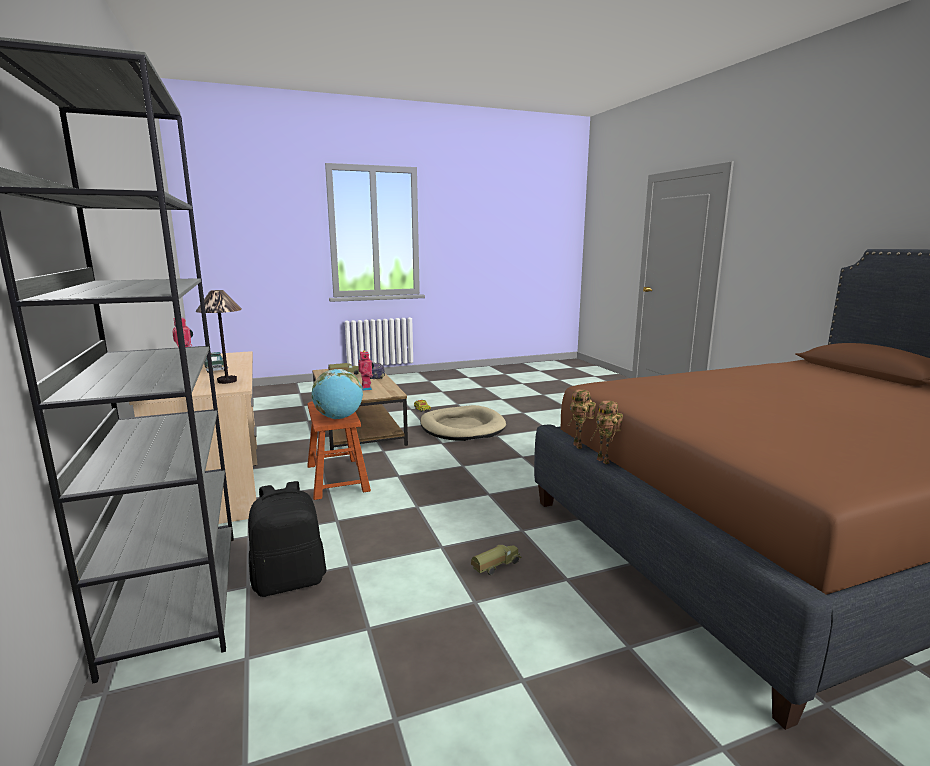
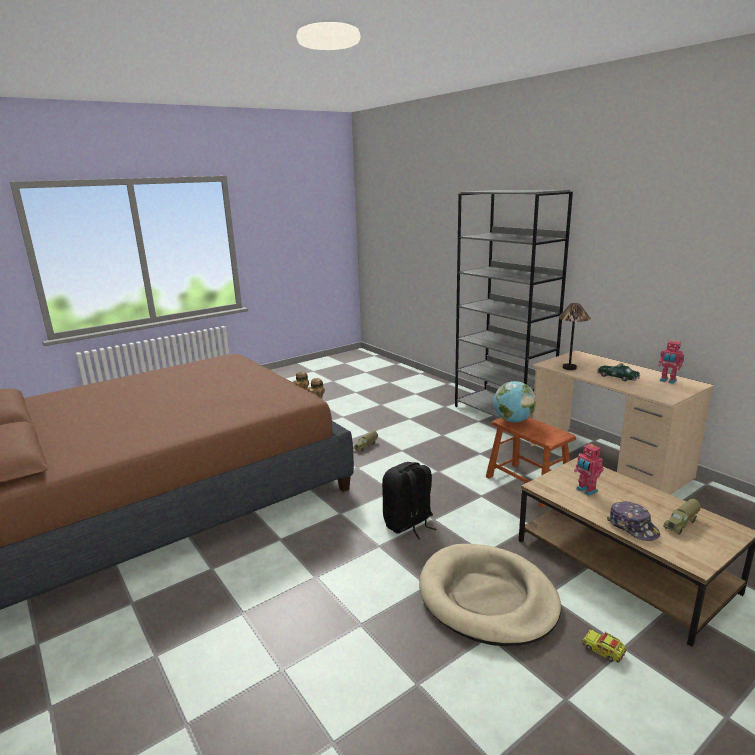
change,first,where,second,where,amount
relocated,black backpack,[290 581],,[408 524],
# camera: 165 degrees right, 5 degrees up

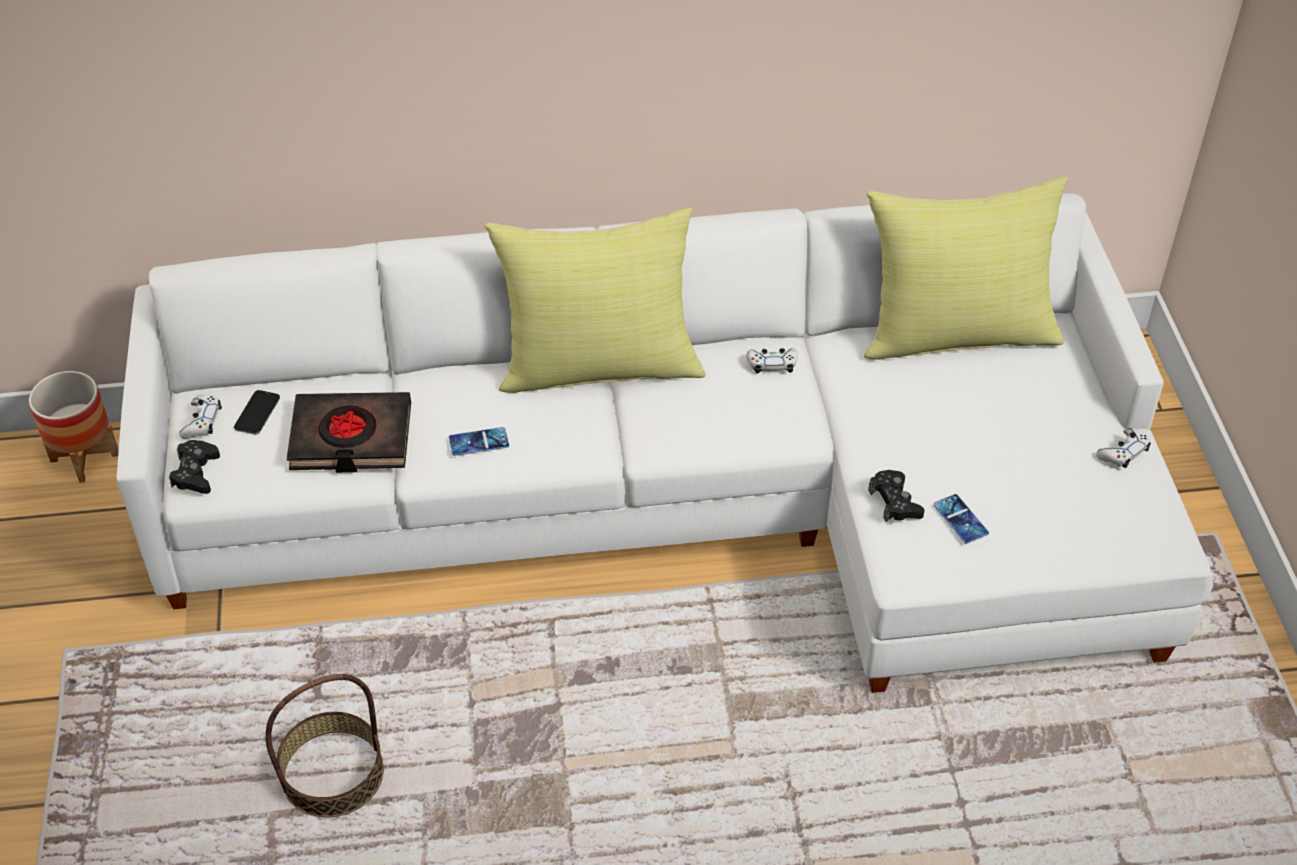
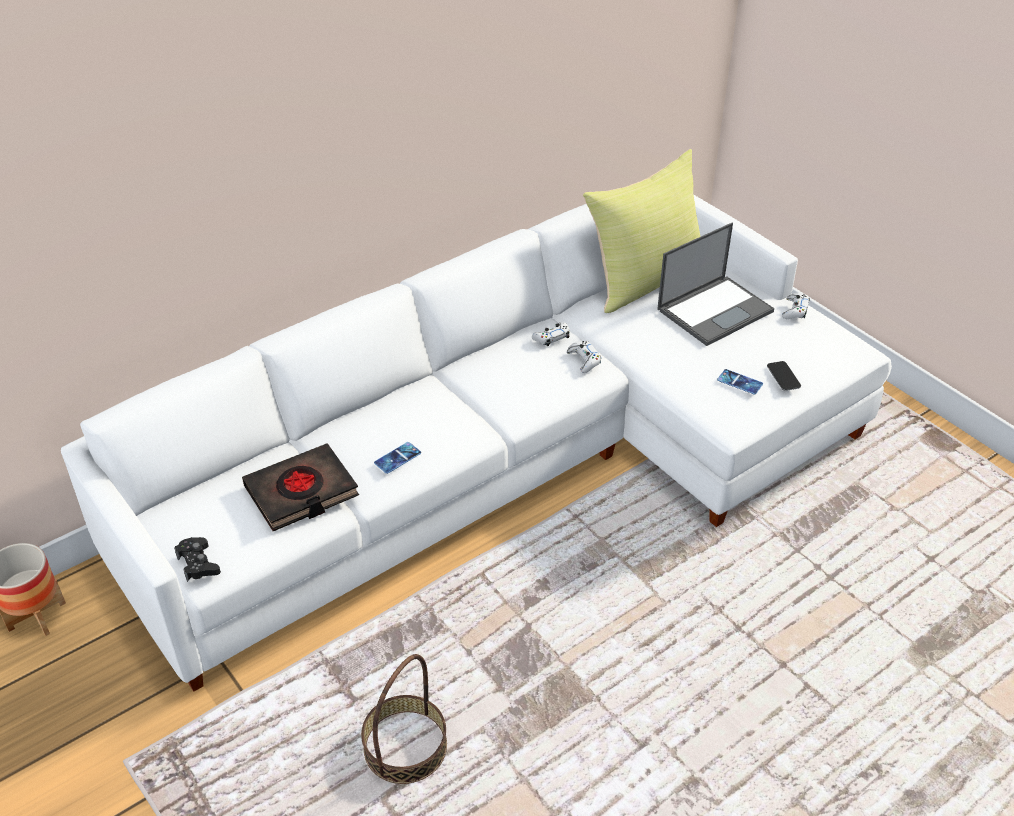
change,first,where,second,where,amount
relocated,white game controller,[202 421],,[584 360],
appeared,,,laptop,[715 310],
relocated,phone,[257 413],,[783 377],
missing,yellow pillow,[600 365],,,
missing,black game controller,[895 502],,,
# camera: 30 degrees left, 5 degrees down

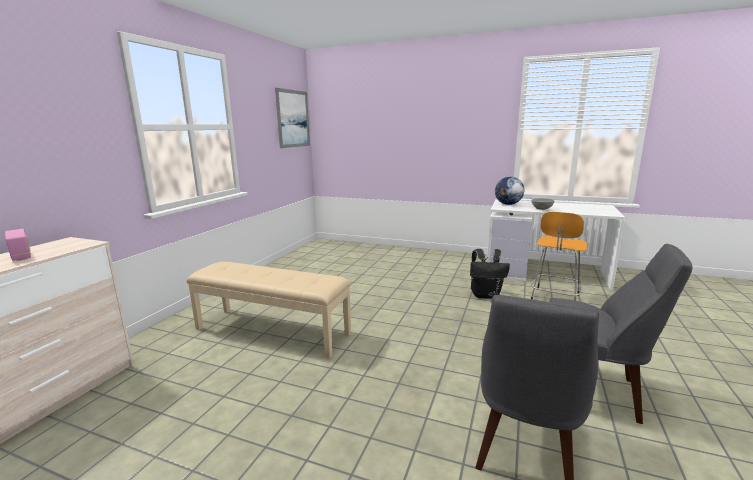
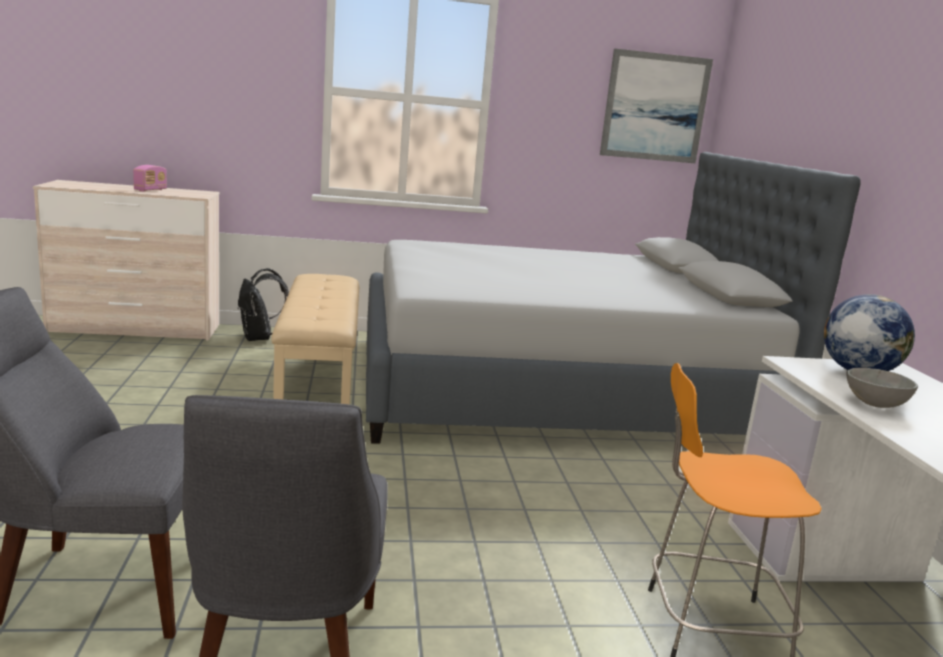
change,first,where,second,where,amount
relocated,black backpack,[485 295],,[259 338],
appeared,,,grey bed,[554 389],
# camera: 60 degrees right, 0 degrees up

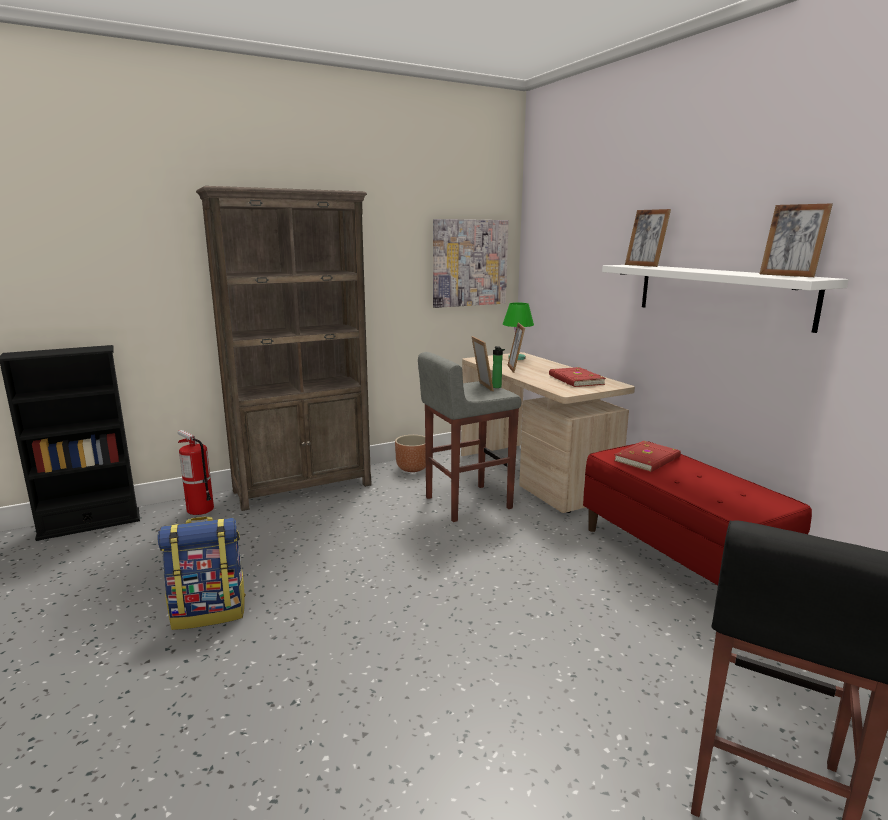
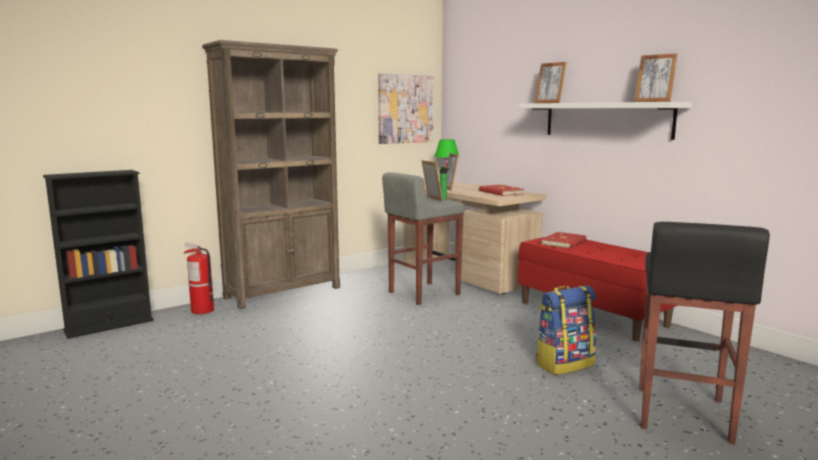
change,first,where,second,where,amount
relocated,backpack,[210 612],,[564 364],
missing,brown planter,[412 468],,,
# camera: 10 degrees left, 5 degrees down

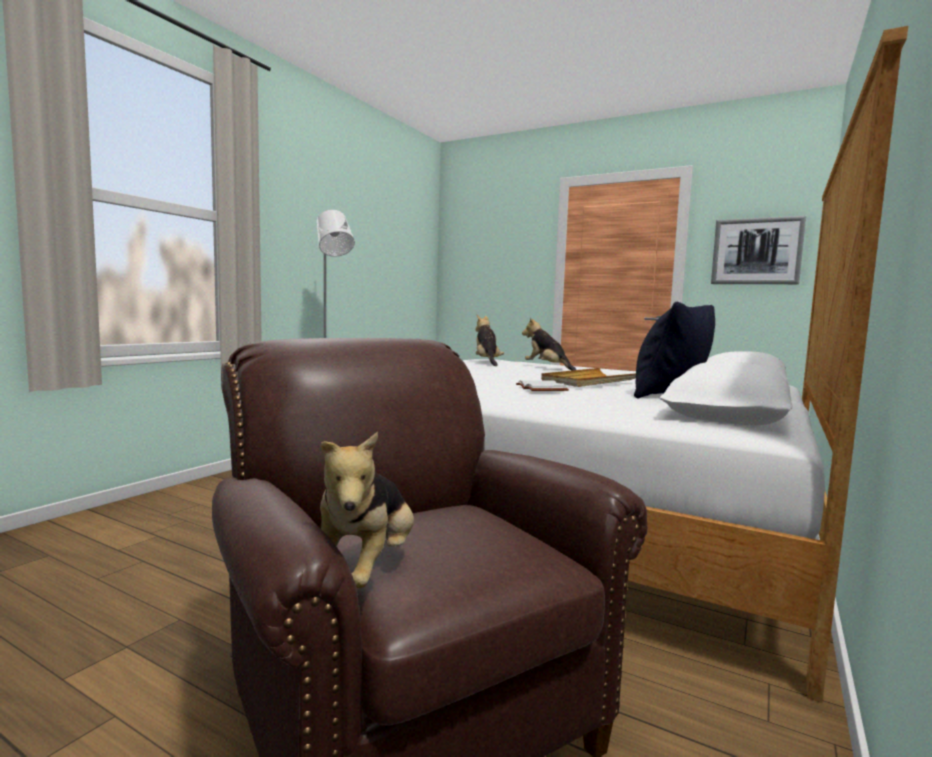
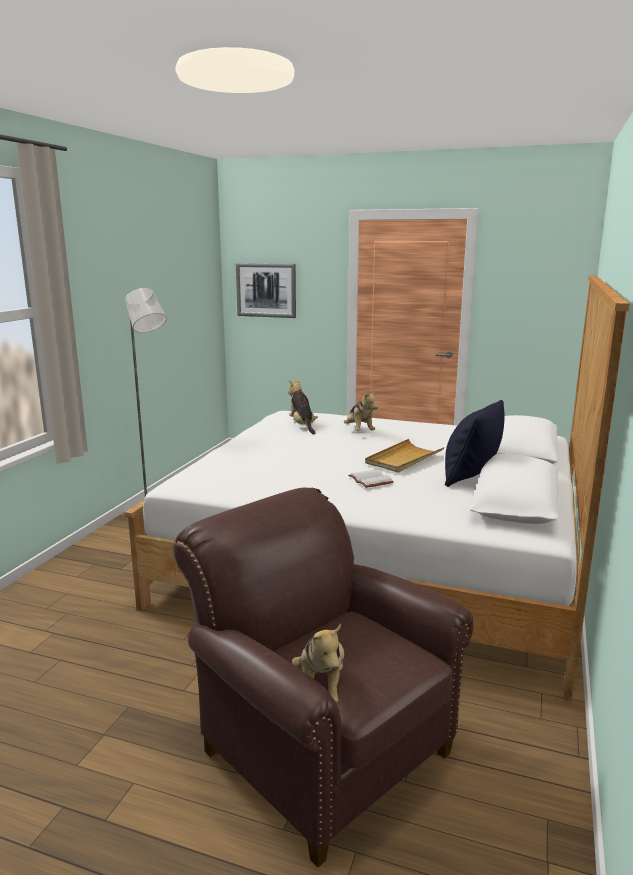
change,first,where,second,where,amount
relocated,picture,[756 251],,[266 290],
spun,plush toy,[547 368],,[359 431],150 degrees counterclockwise
# camera: 10 degrees left, 10 degrees up

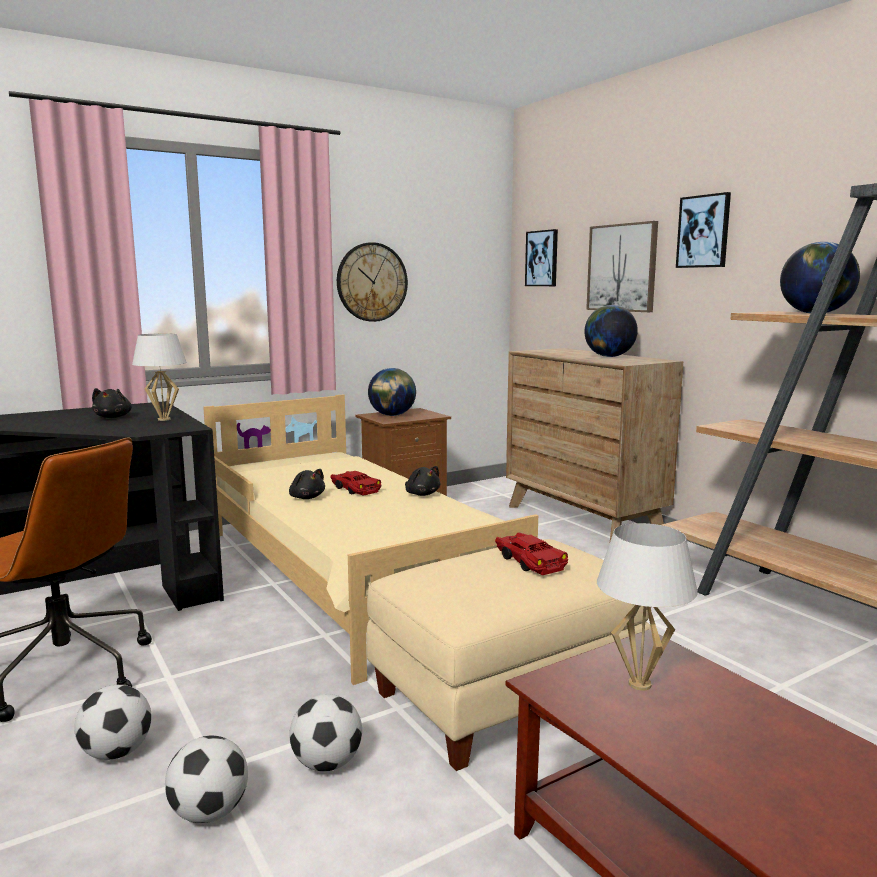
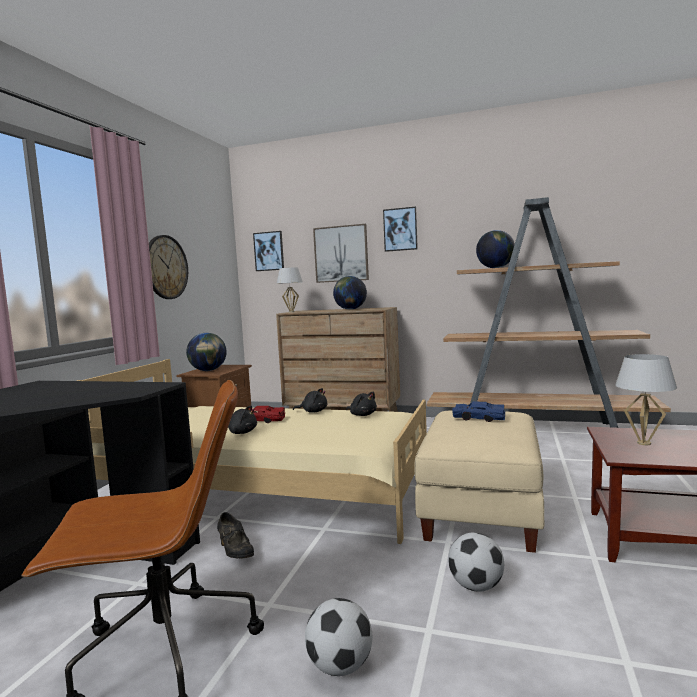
change,first,where,second,where,amount
appeared,,,black shoe,[235 552],
relocated,white table lamp,[164 419],,[291 312],
relocated,black plush toy,[113 417],,[362 415],
colour,red toy car,[529 562],blue toy car,[479 418],
missing,football,[209 812],,,
# camera: 40 degrees left, 5 degrees down

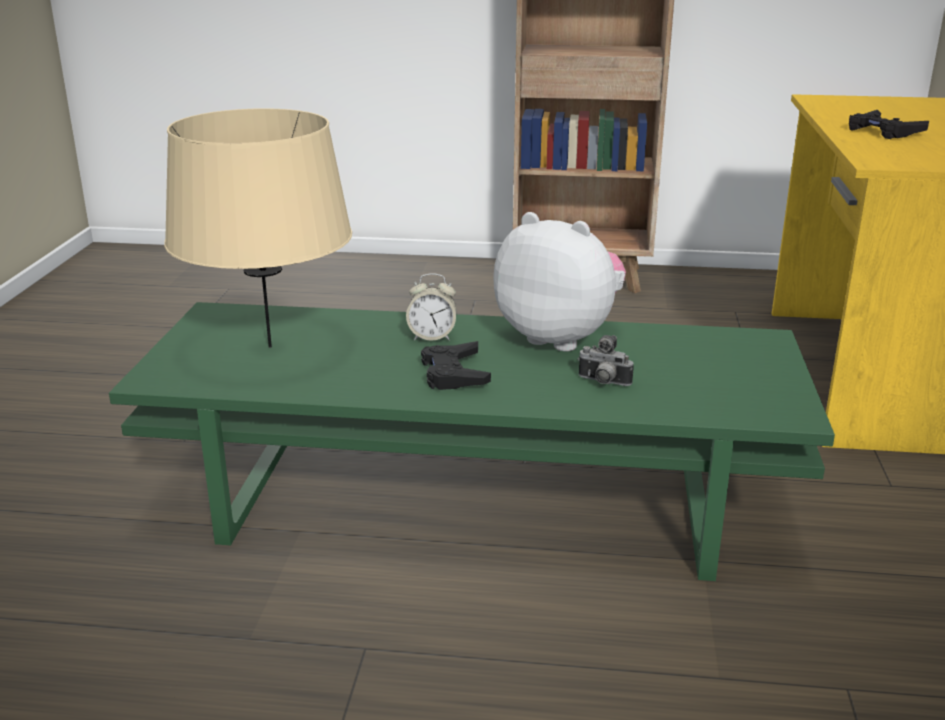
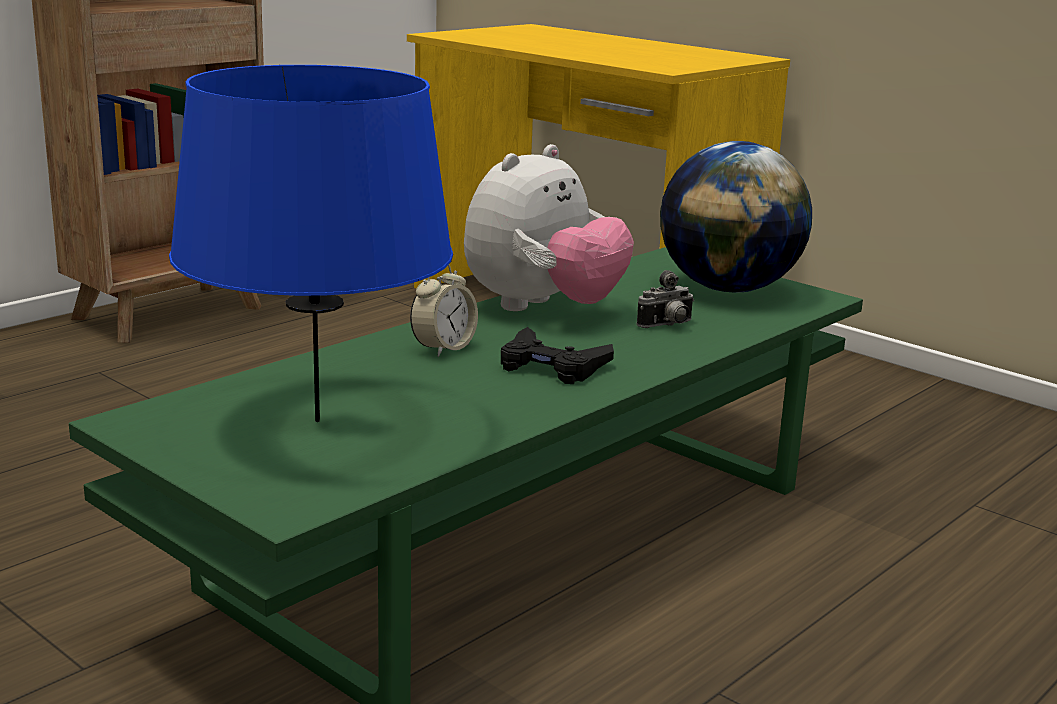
change,first,where,second,where,amount
colour,beige table lamp,[270 346],blue table lamp,[316 421],
spun,plush toy,[560 337],,[543 308],150 degrees clockwise
appeared,,,globe,[729 289],
missing,black game controller,[883 131],,,
# camera: 55 degrees left, 5 degrees down

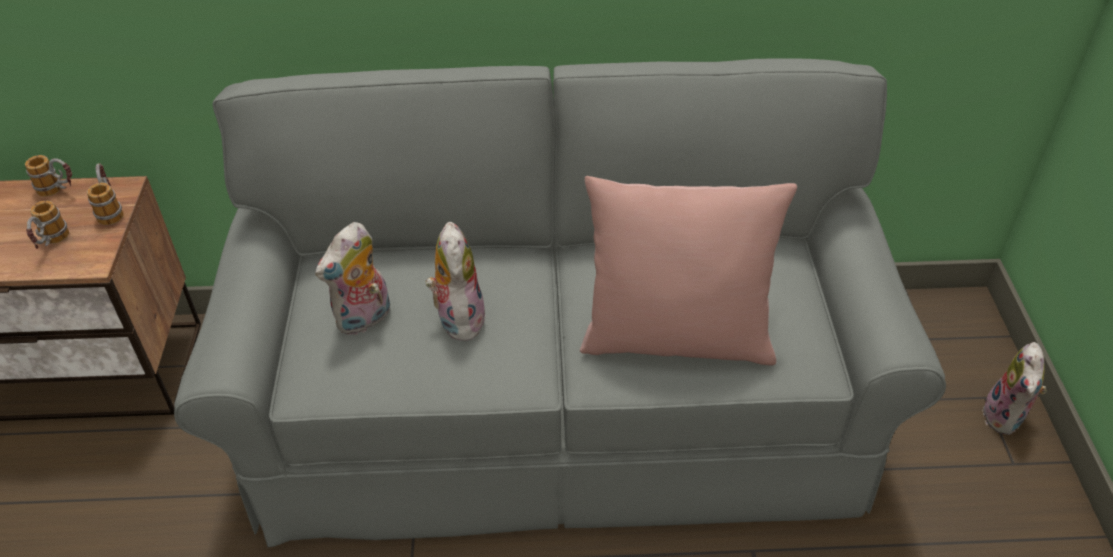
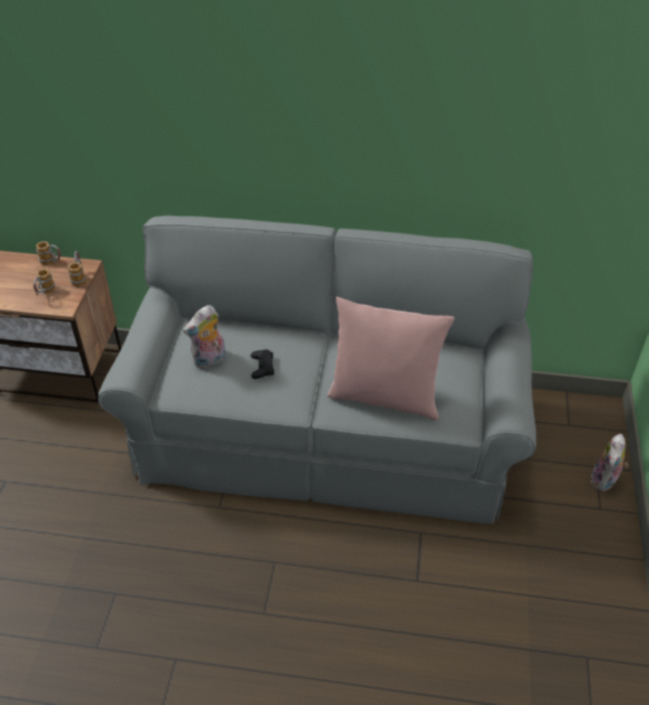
change,first,where,second,where,amount
exchanged,plush toy,[458 317],black game controller,[262 367],
# camera: 10 degrees right, 0 degrees up

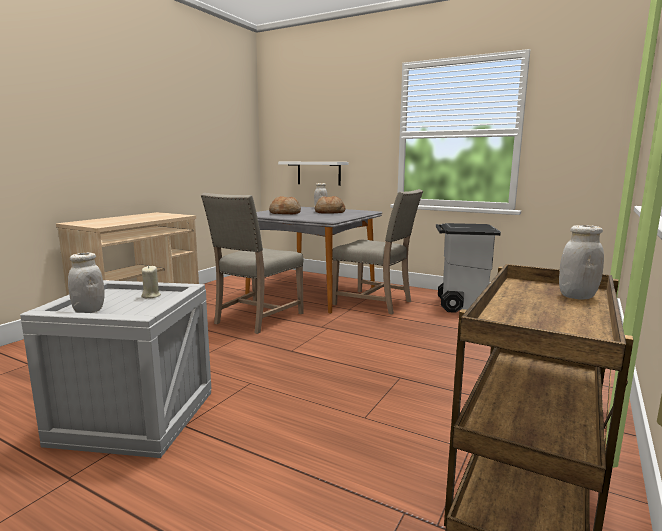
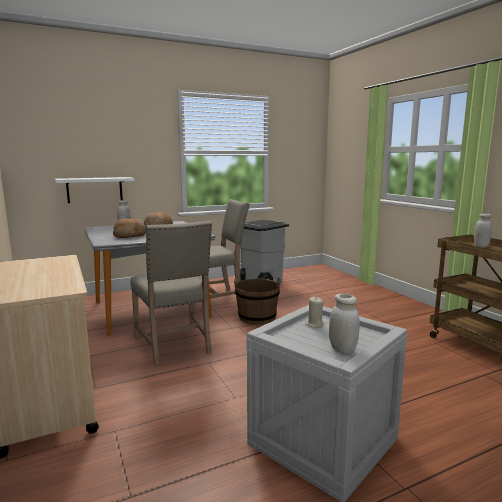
change,first,where,second,where,amount
appeared,,,brown bucket,[257 317],
# camera: 55 degrees left, 0 degrees up

